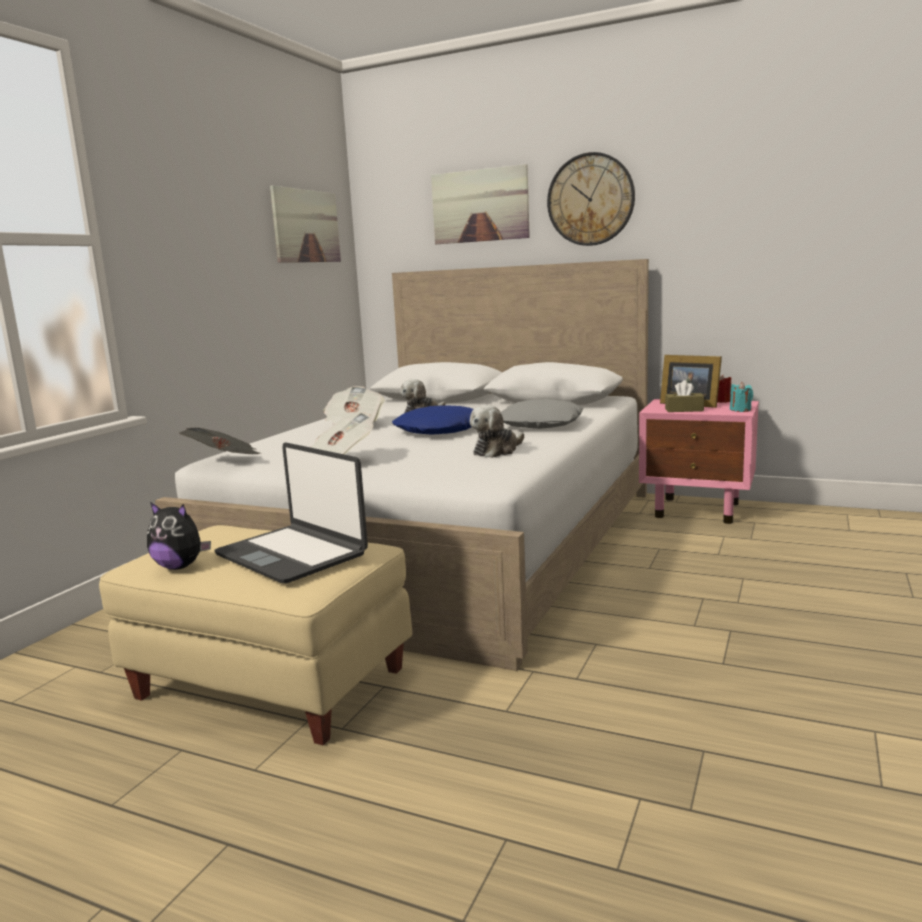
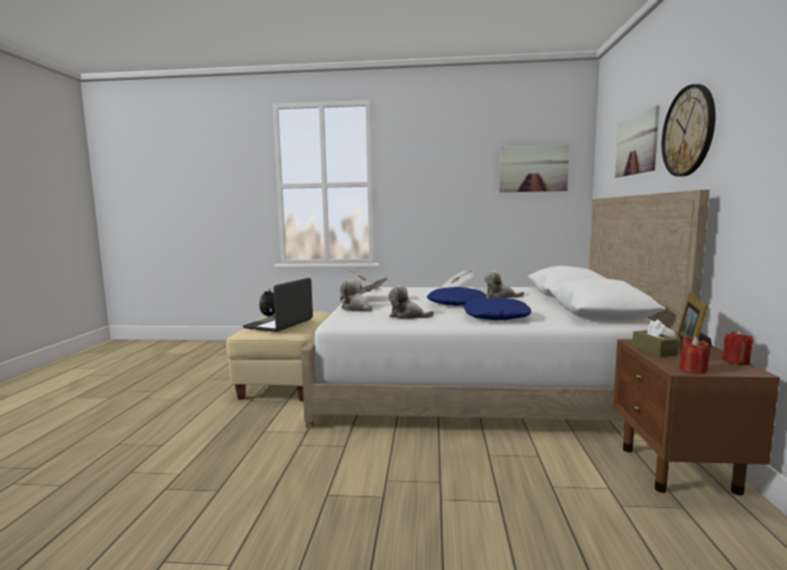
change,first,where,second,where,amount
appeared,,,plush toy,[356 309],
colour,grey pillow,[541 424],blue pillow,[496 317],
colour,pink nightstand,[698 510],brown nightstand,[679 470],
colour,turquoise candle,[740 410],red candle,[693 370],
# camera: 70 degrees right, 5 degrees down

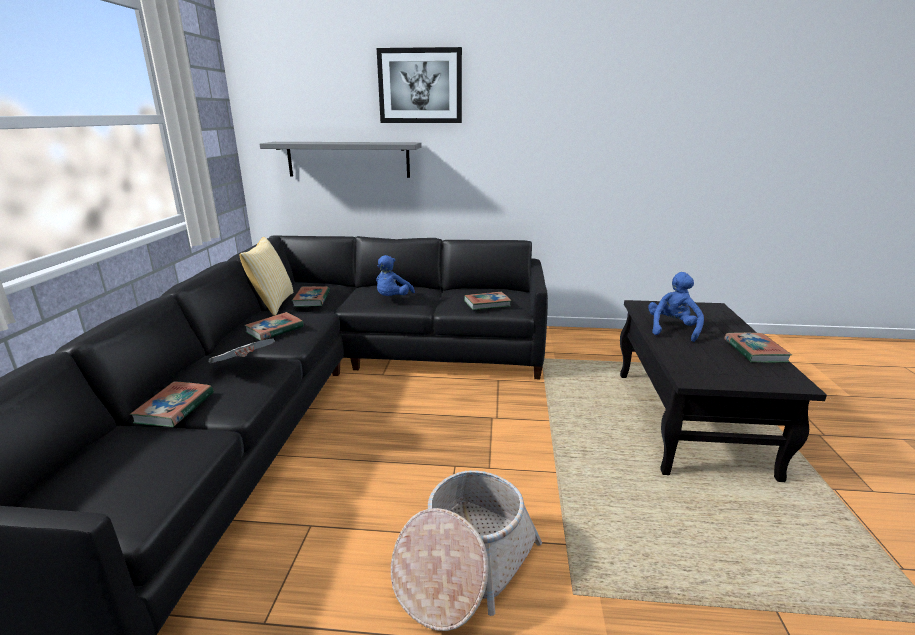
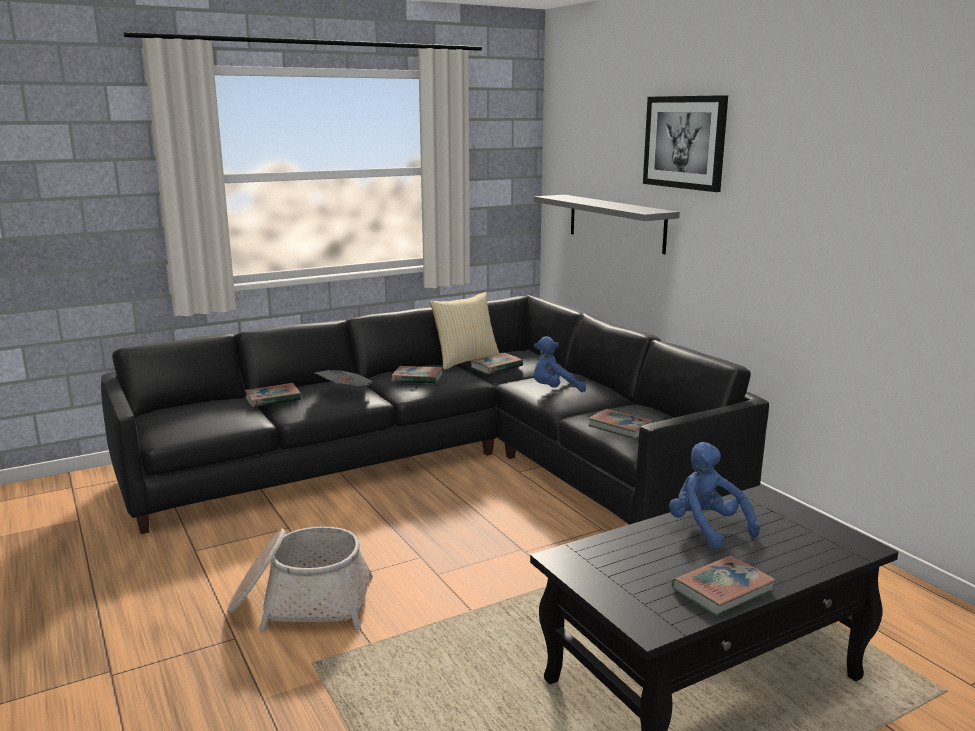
change,first,where,second,where,amount
spun,blue plush toy,[672 329],,[706 528],105 degrees counterclockwise
# camera: 55 degrees right, 5 degrees down

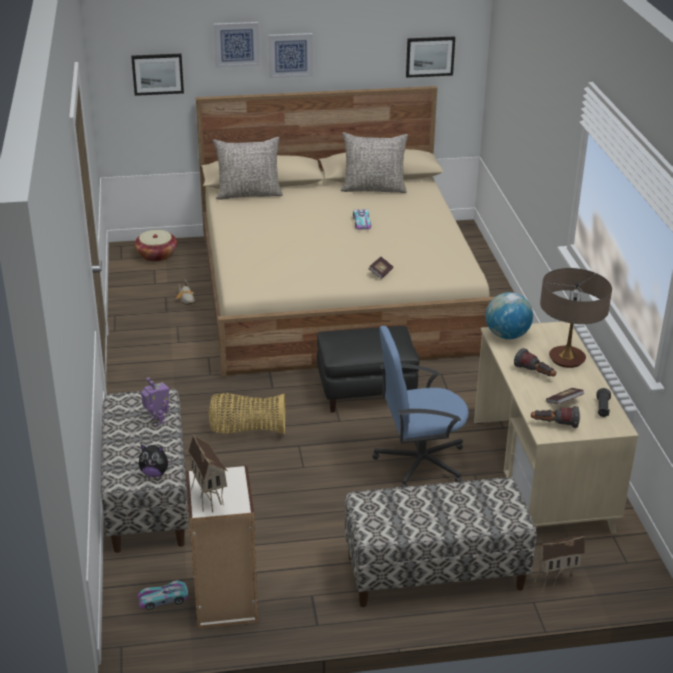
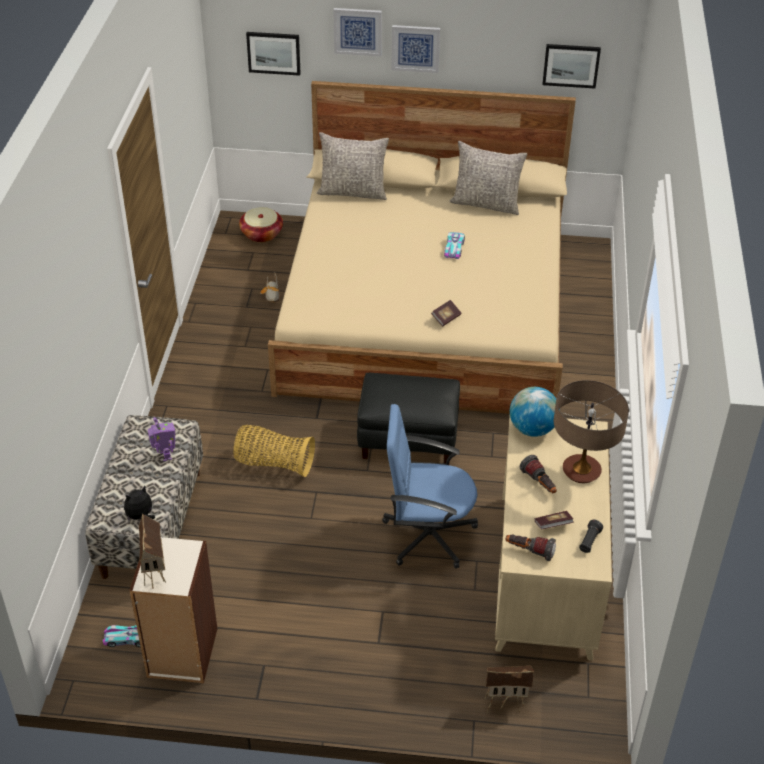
change,first,where,second,where,amount
spun,plush toy,[155 473],,[140 516],120 degrees clockwise
missing,bench,[434 573],,,
# camera: 15 degrees right, 10 degrees up

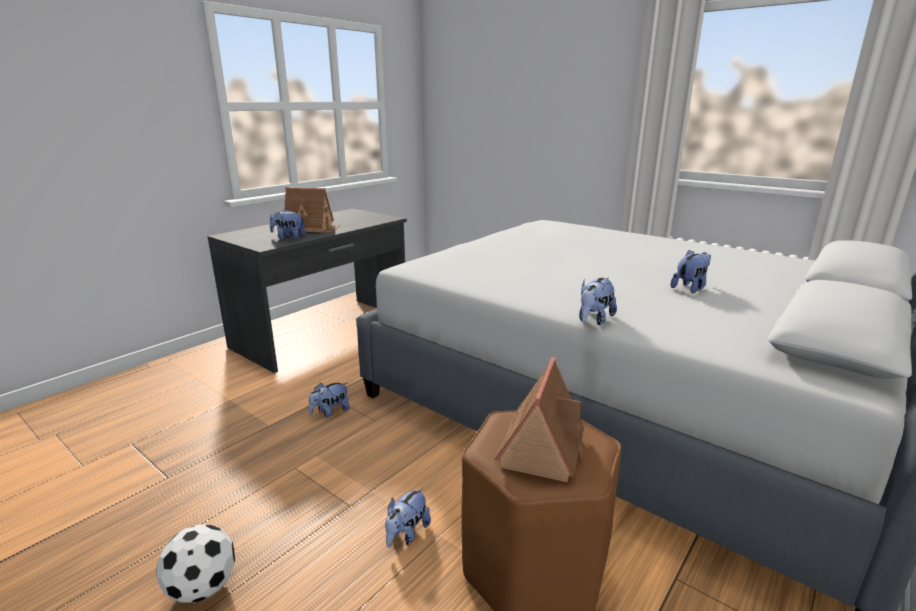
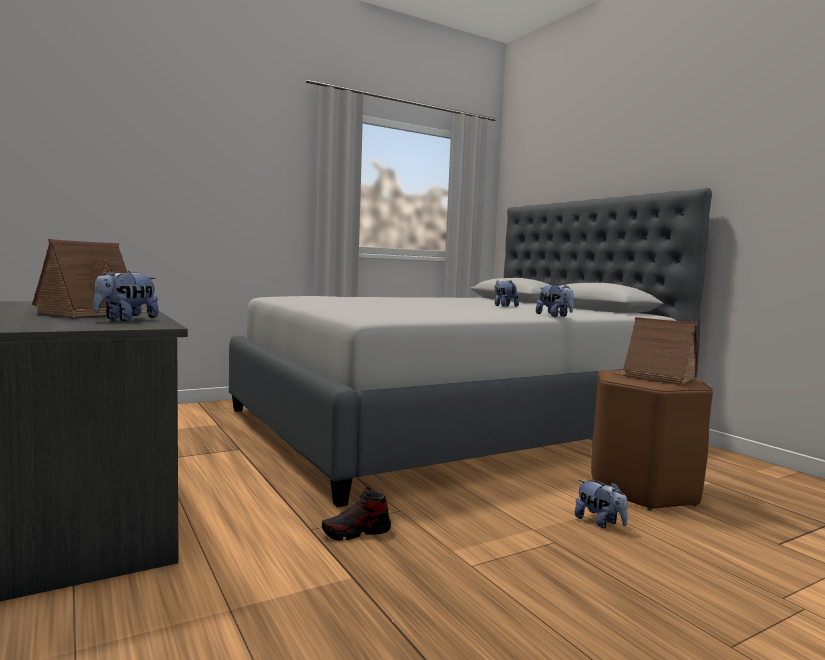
change,first,where,second,where,amount
exchanged,plush toy,[330 412],shoe,[356 532],
missing,football,[202 587],,,
# camera: 70 degrees left, 15 degrees down

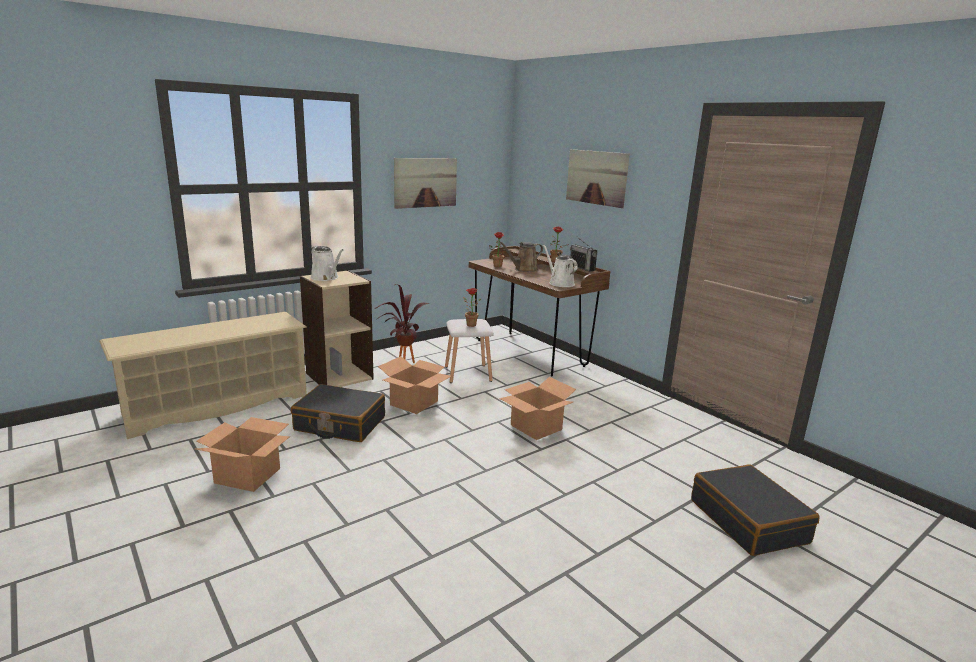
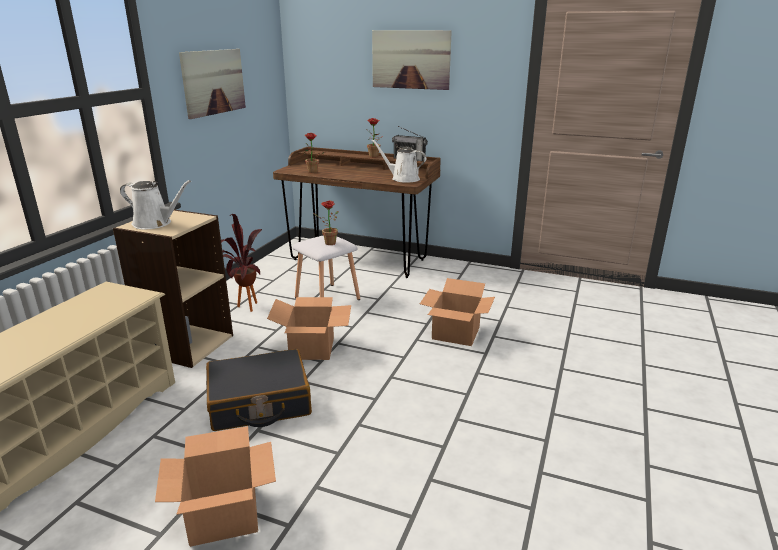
change,first,where,second,where,amount
missing,brown watering can,[524 269],,,
missing,black suitcase,[748 521],,,
# camera: 30 degrees left, 5 degrees up

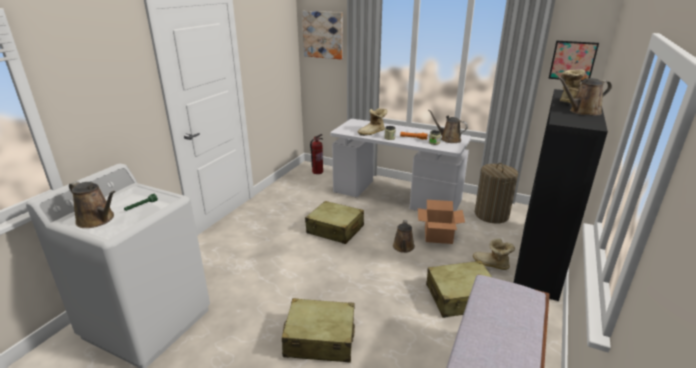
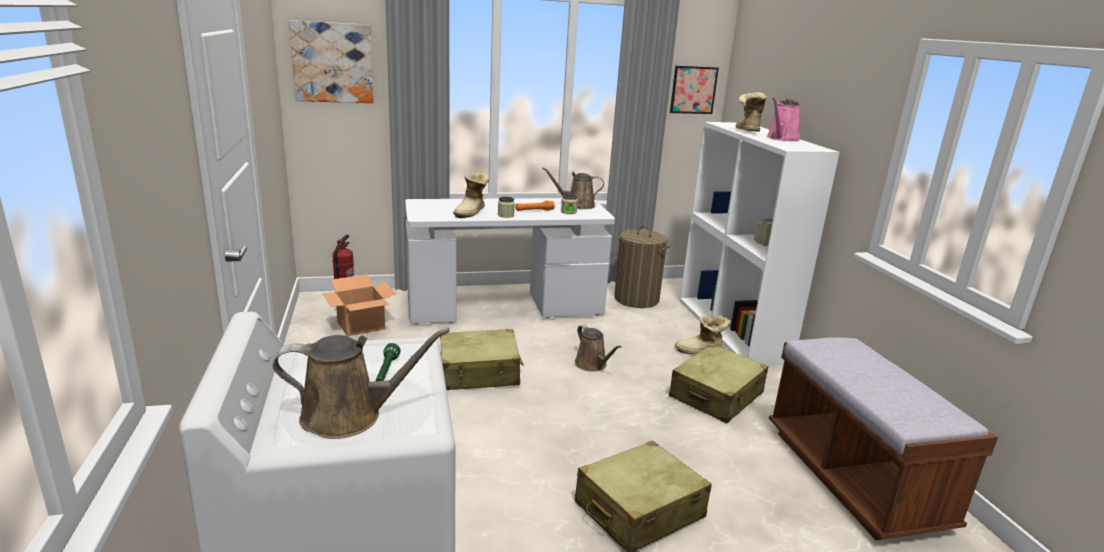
change,first,where,second,where,amount
relocated,cardboard box,[439 236],,[361 325],
colour,black bookcase,[540 259],white bookcase,[732 330],
colour,brown watering can,[582 112],pink watering can,[781 138],
# camera: 40 degrees left, 5 degrees down

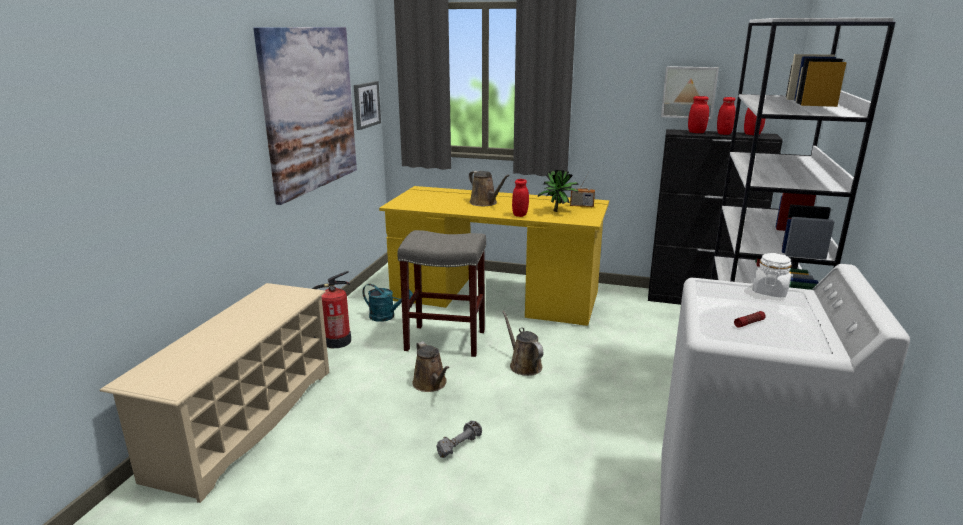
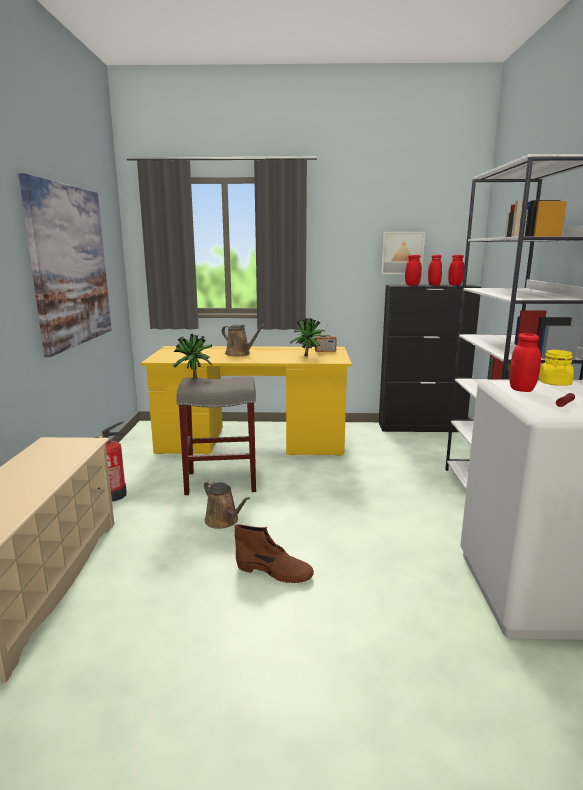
change,first,where,second,where,amount
appeared,,,potted plant,[194 378],
exchanged,grey dumbbell,[459 445],brown boot,[274 572],
relocated,red jar,[520 215],,[521 389],
colour,white jar,[769 291],yellow jar,[554 383],
missing,picture,[366 104],,,
missing,turquoise watering can,[386 317],,,
missing,brown watering can,[523 365],,,
# camera: 15 degrees left, 5 degrees down

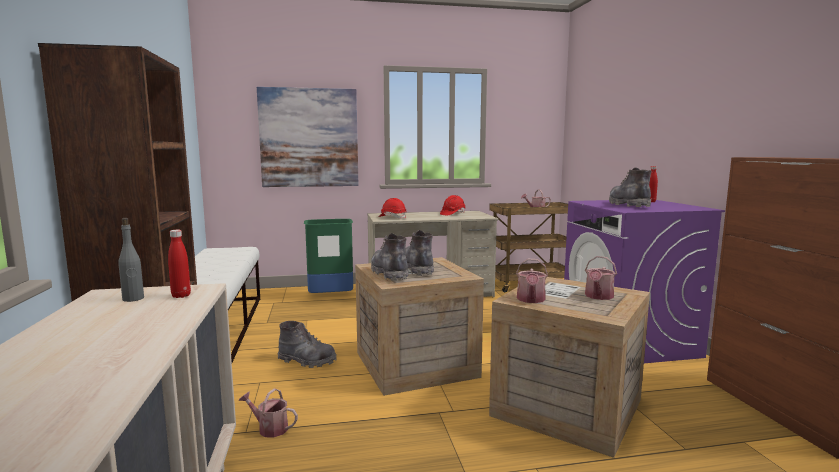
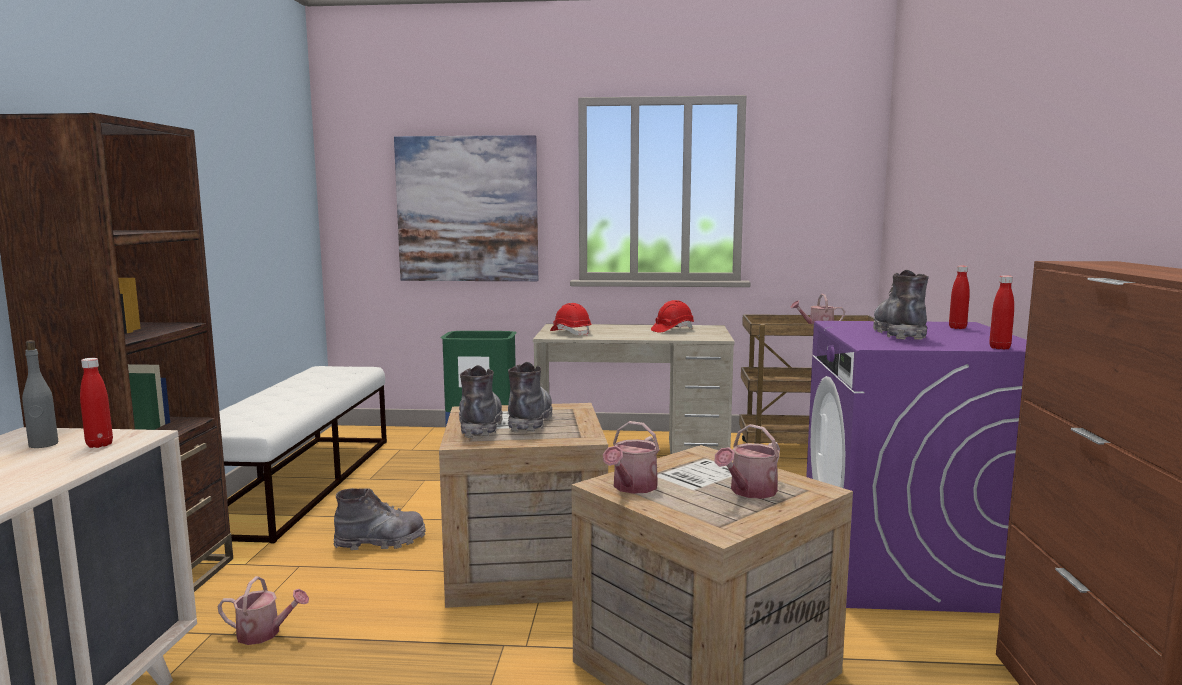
change,first,where,second,where,amount
spun,watering can,[269 428],,[264 633],150 degrees clockwise
spun,grey boot,[307 361],,[381 542],45 degrees counterclockwise
appeared,,,red bottle,[999 348],
# camera: 15 degrees right, 0 degrees up

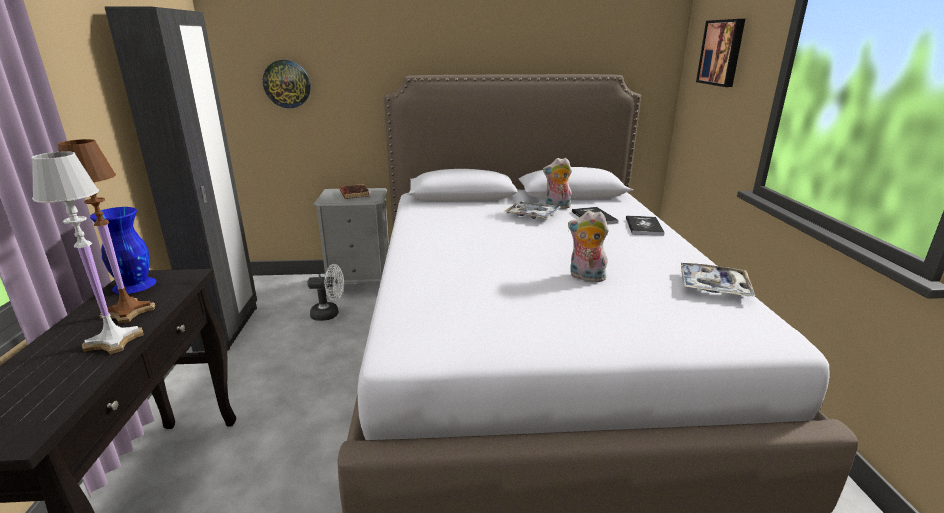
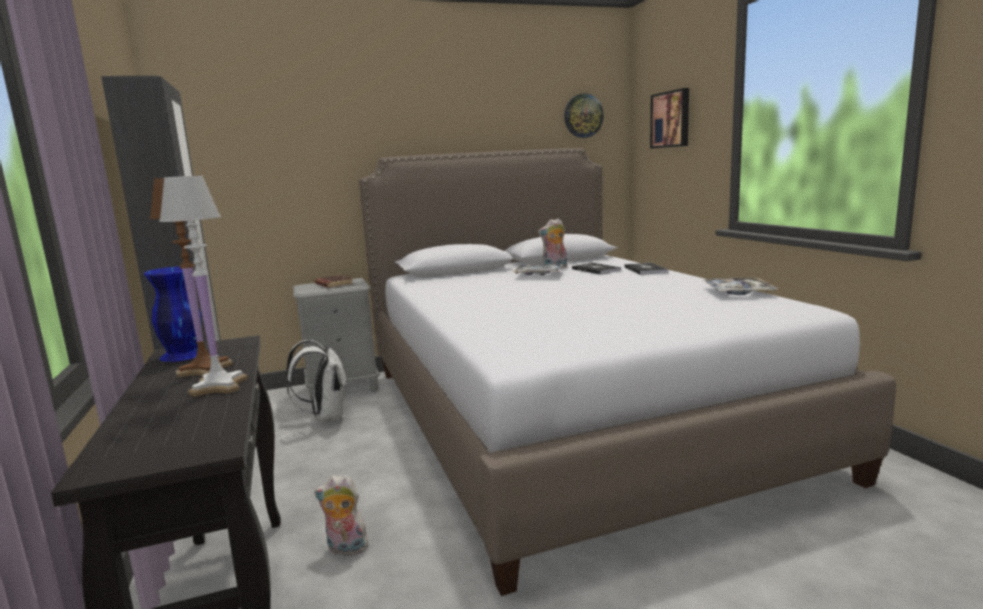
change,first,where,second,where,amount
exchanged,white fan,[329 314],white backpack,[325 417],
relocated,plush toy,[585 277],,[345 549],
relocated,wall clock,[287 84],,[583 116],
# camera: 15 degrees left, 10 degrees down

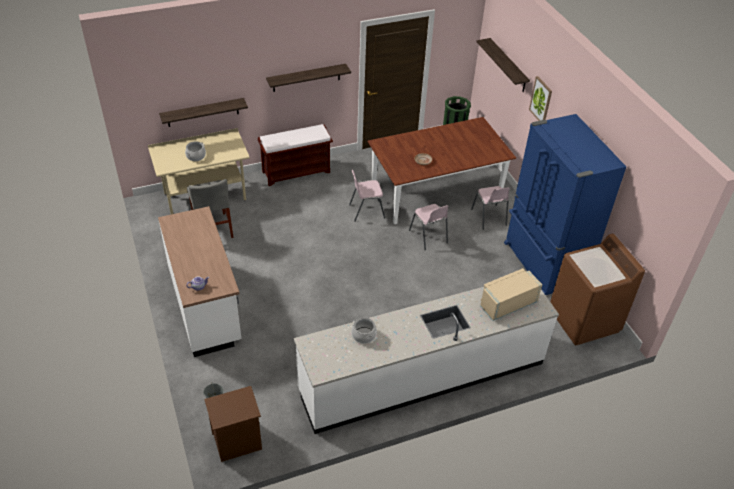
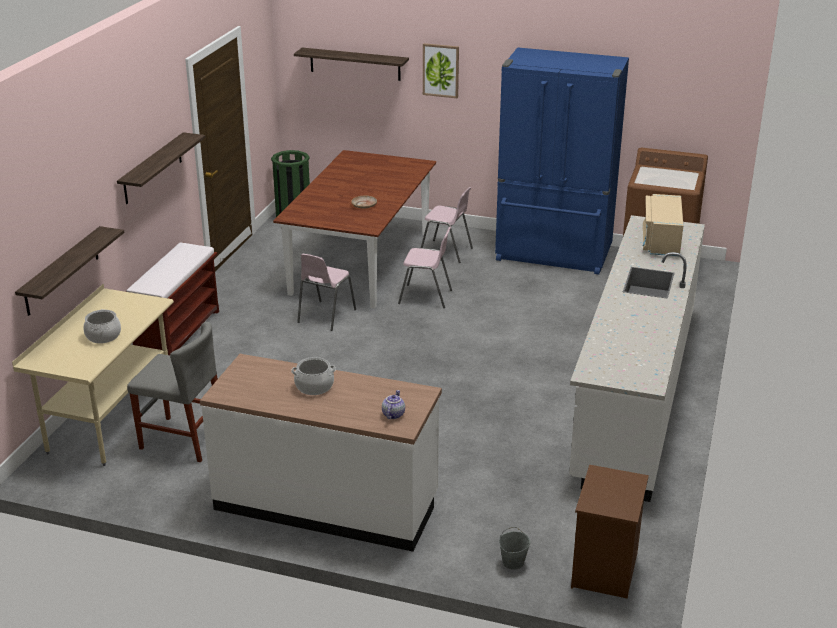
change,first,where,second,where,amount
relocated,cooking pot,[364 335],,[314 386],
# camera: 50 degrees left, 15 degrees down

